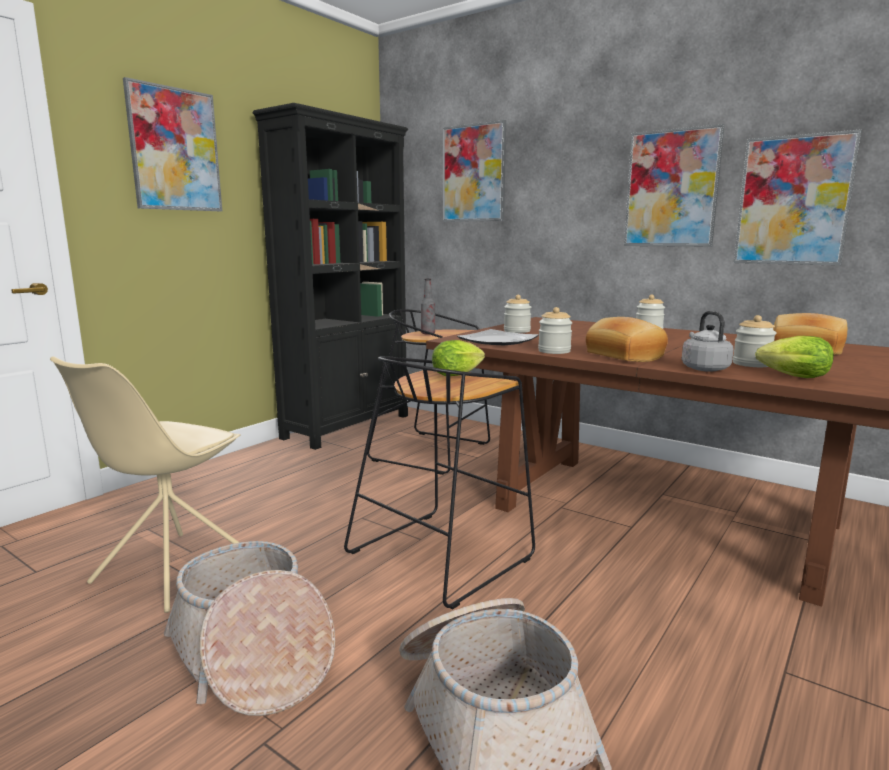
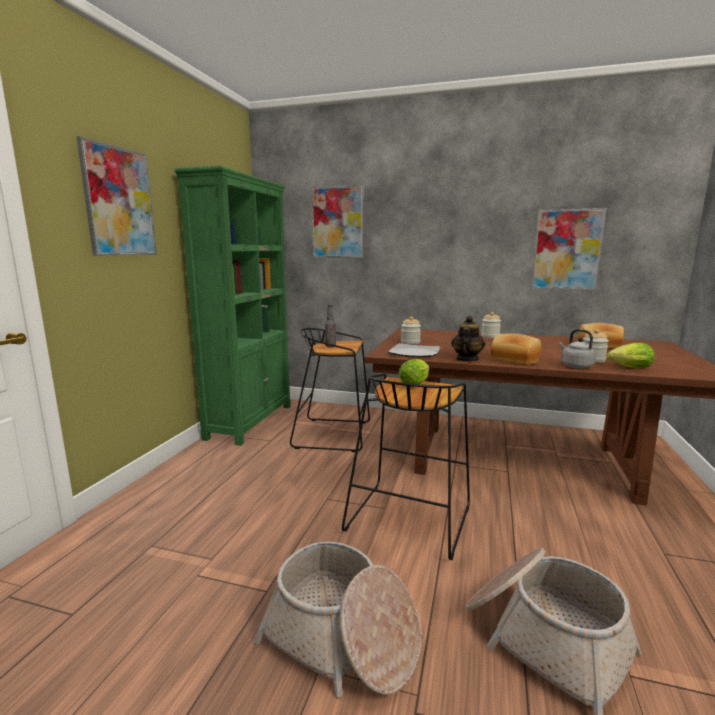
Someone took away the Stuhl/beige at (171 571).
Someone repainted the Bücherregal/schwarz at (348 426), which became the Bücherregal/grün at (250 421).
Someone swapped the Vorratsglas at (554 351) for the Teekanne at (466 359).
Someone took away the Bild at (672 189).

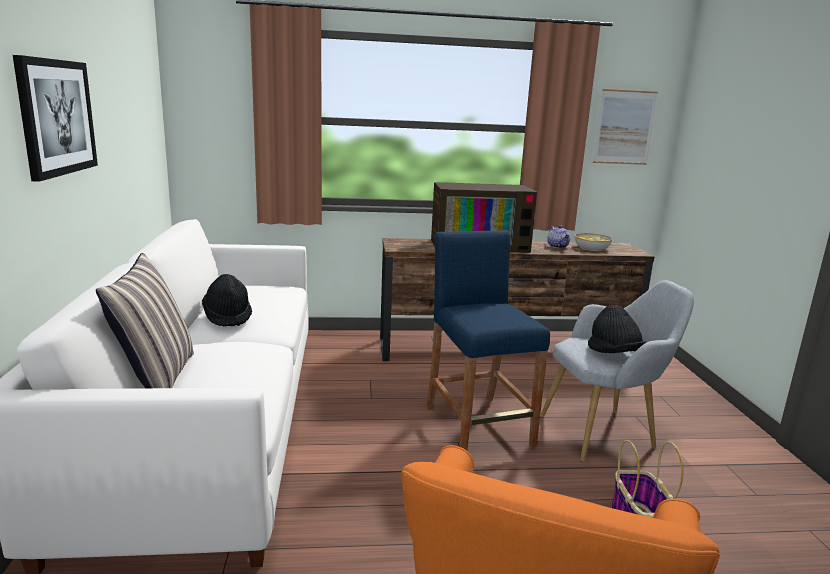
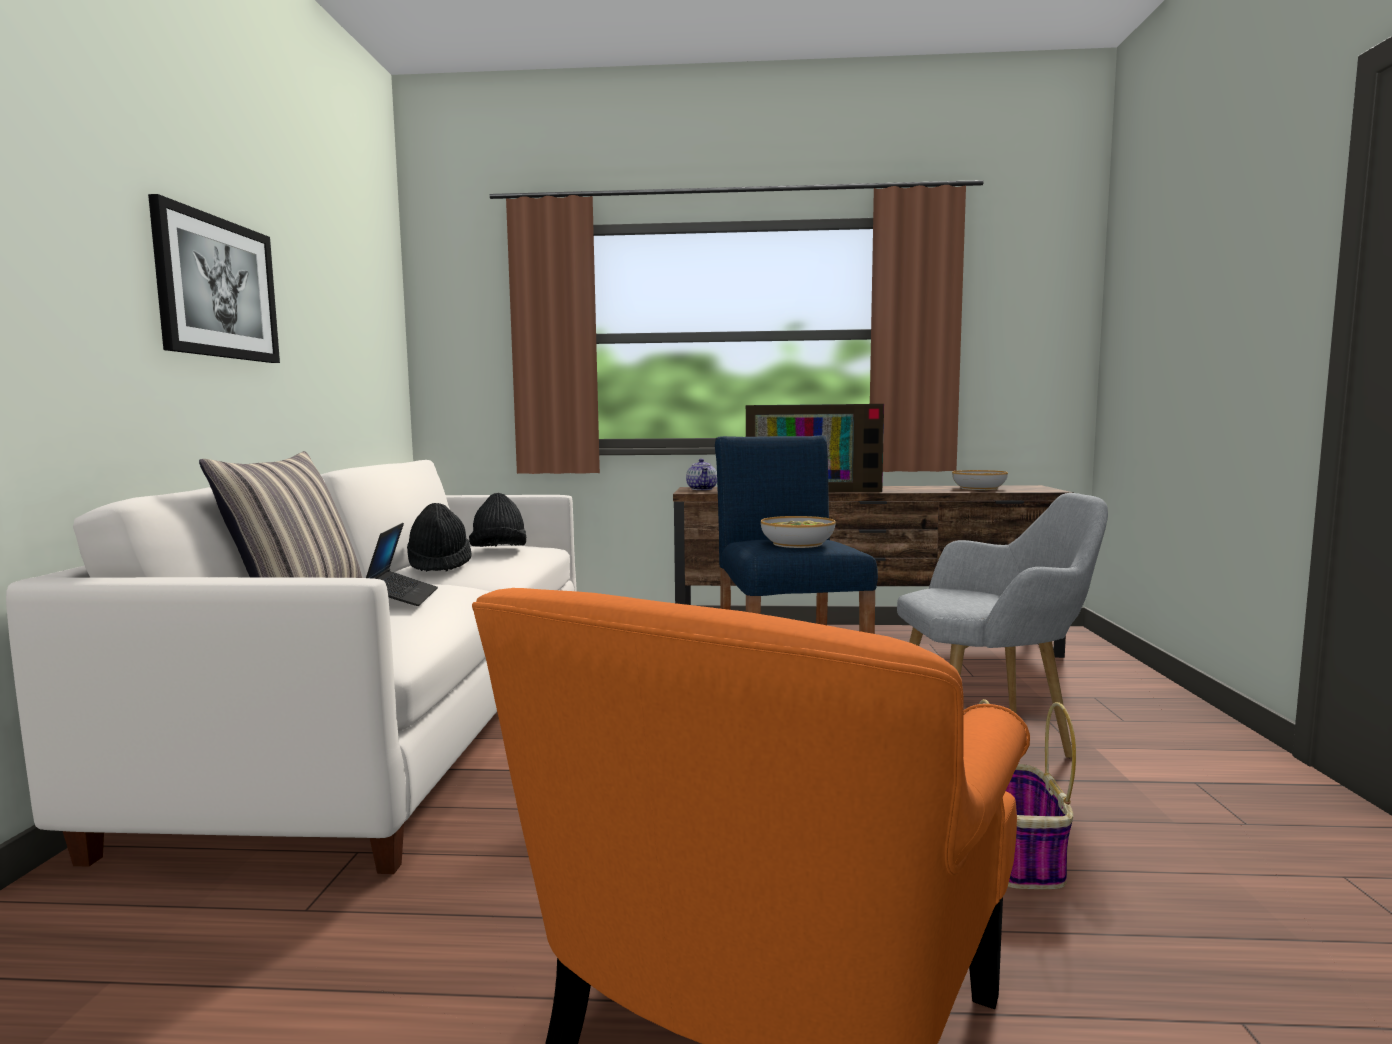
Someone carried the Teekanne from (558 246) to (702 489).
Someone carried the Hut/schwarz from (614 354) to (499 551).
Someone took away the Bild at (624 127).
Someone put down the Laptop at (402 597).
Someone put down the Schüssel at (797 544).

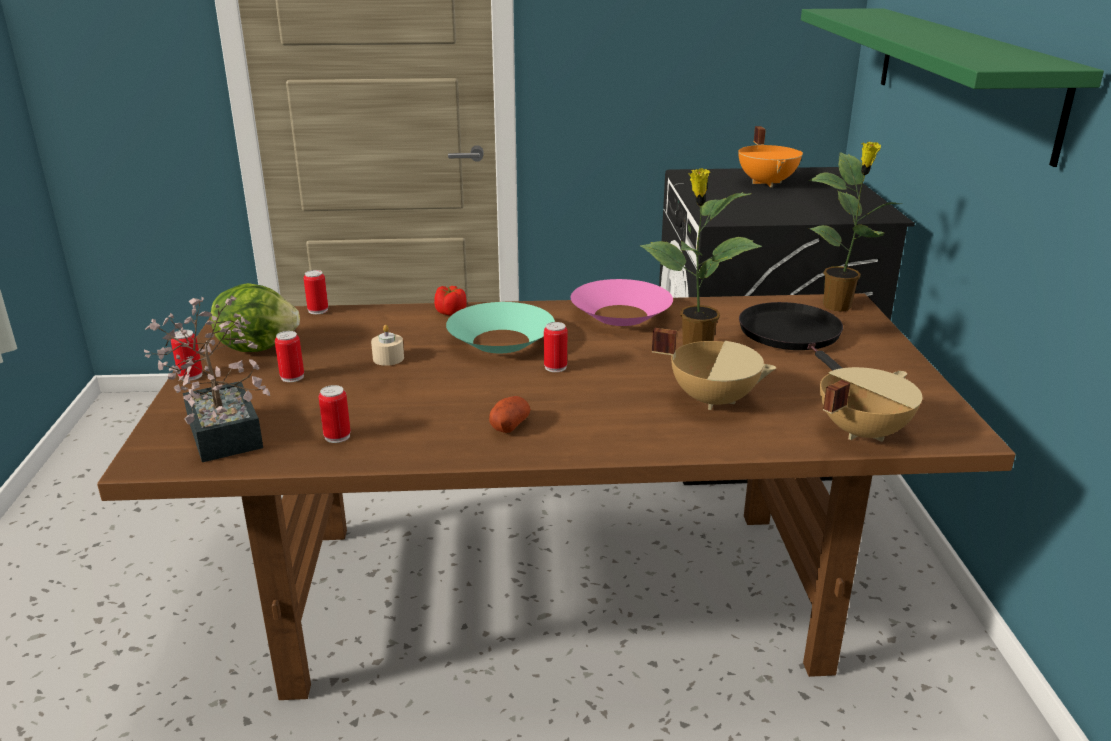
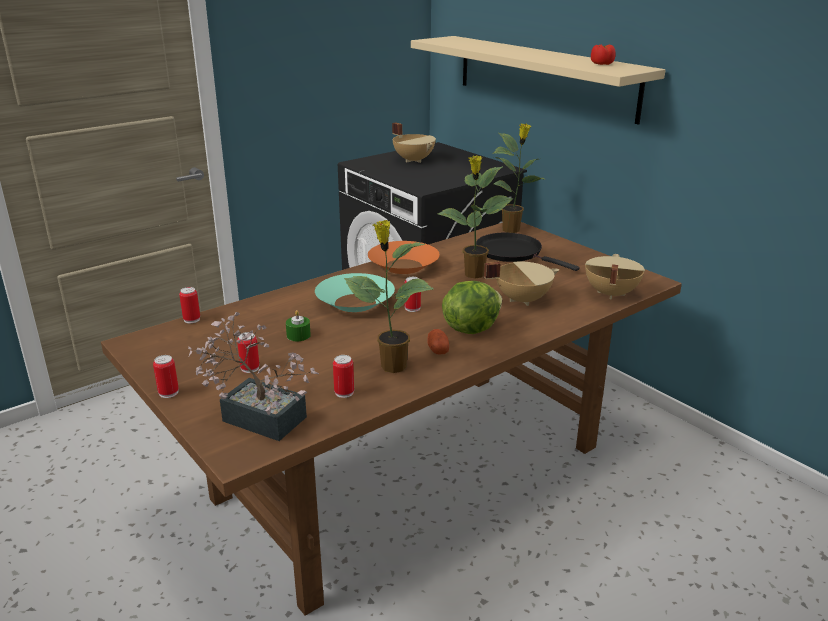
Someone carried the Salatkopf from (258 346) to (470 328).
Someone repainted the Kerze/beige at (388 358), which became the Kerze/grün at (298 335).
Someone carried the Tomate from (450 312) to (602 64).
Someone repainted the Schüssel/rosa at (620 315), which became the Schüssel/orange at (403 266).
Someone repainted the Kochtopf/orange at (767 183), which became the Kochtopf/beige at (414 160).
Someone repainted the Wandregal/grün at (961 76), which became the Wandregal/beige at (544 76).
Someone put down the Topfpflanze at (391 366).

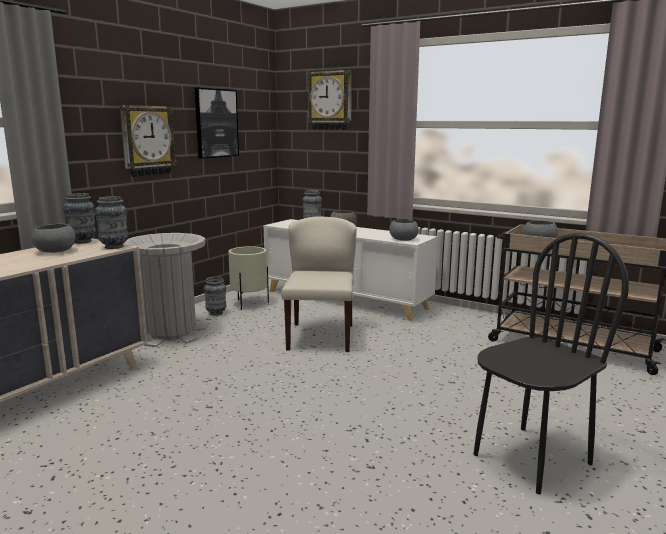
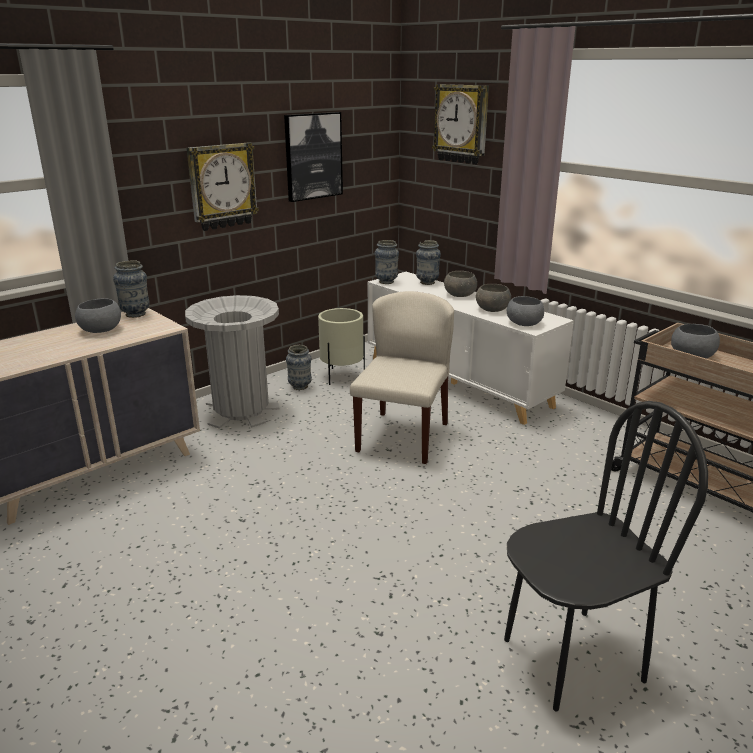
Someone carried the Vase from (114 247) to (386 282).
Someone put down the Schüssel/grau at (492 309).

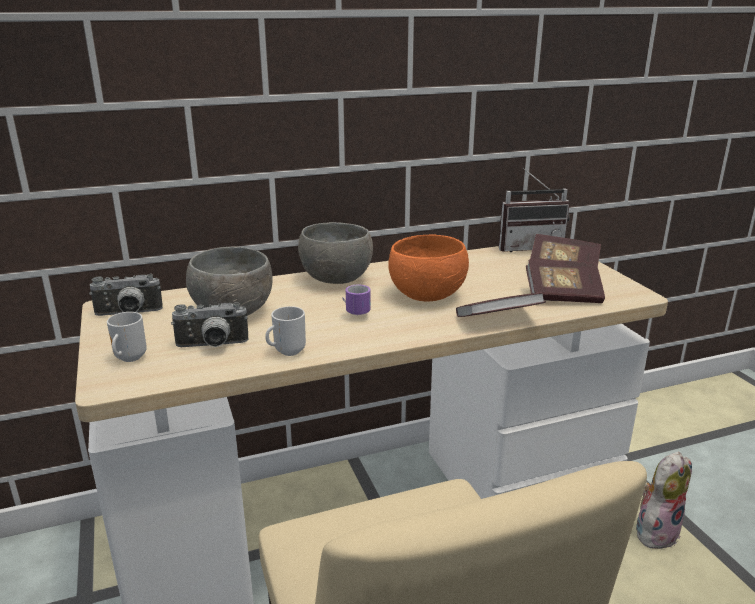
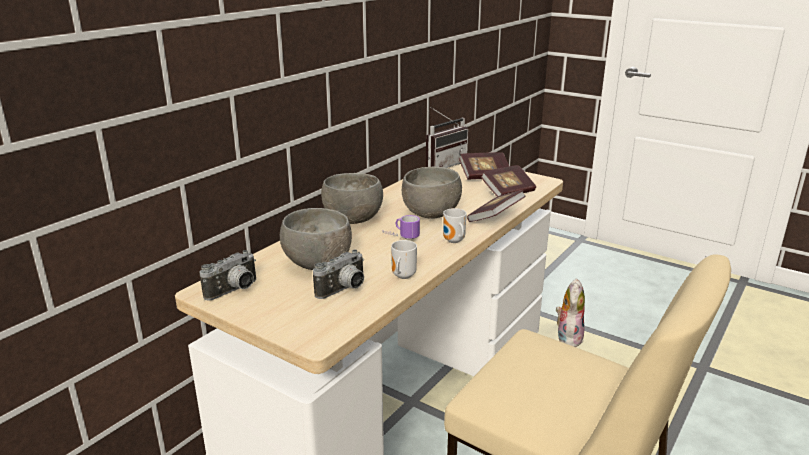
Someone carried the Henkelbecher from (128 359) to (453 241).
Someone repainted the Schüssel/orange at (427 295), which became the Schüssel/grau at (430 214).

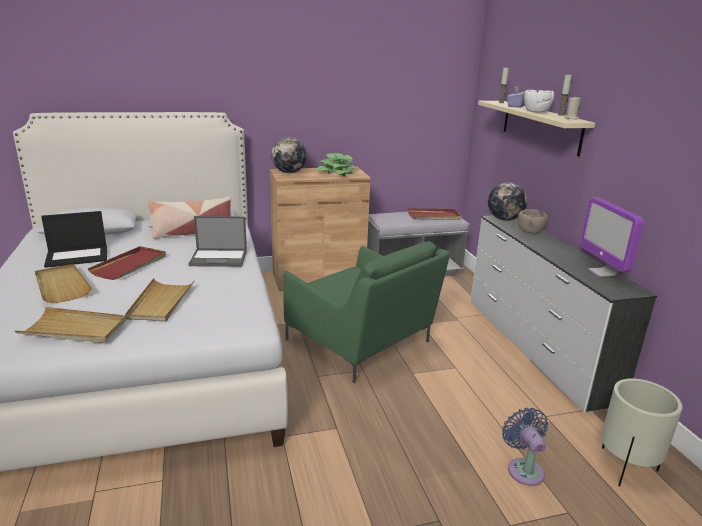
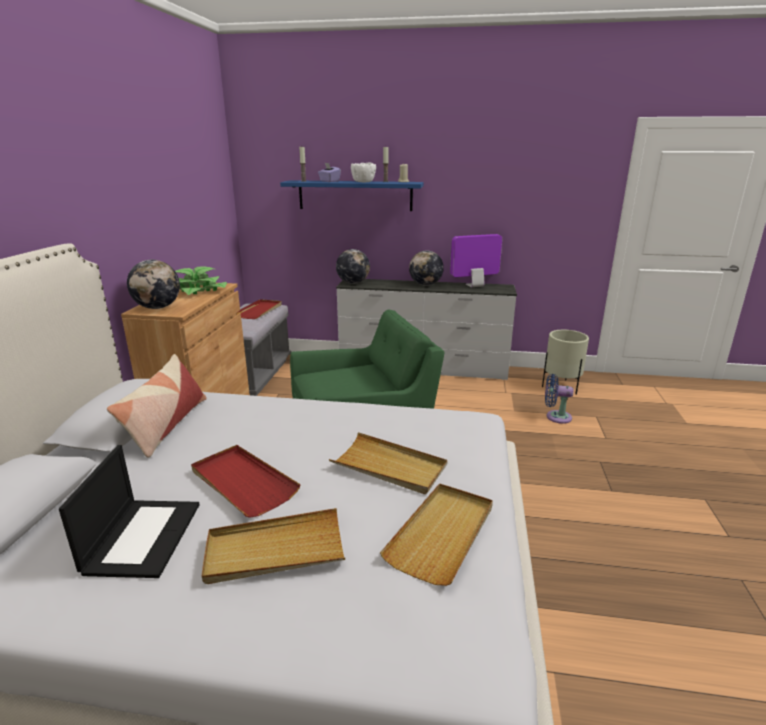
Someone took away the Laptop at (219 258).
Someone repainted the Wandregal/beige at (540 126), which became the Wandregal/blau at (355 195).
Someone took away the Schüssel/braun at (530 231).
Someone rotated the Monitor at (602 272) by 150 degrees clockwise.
Someone put down the Globus at (425 285).

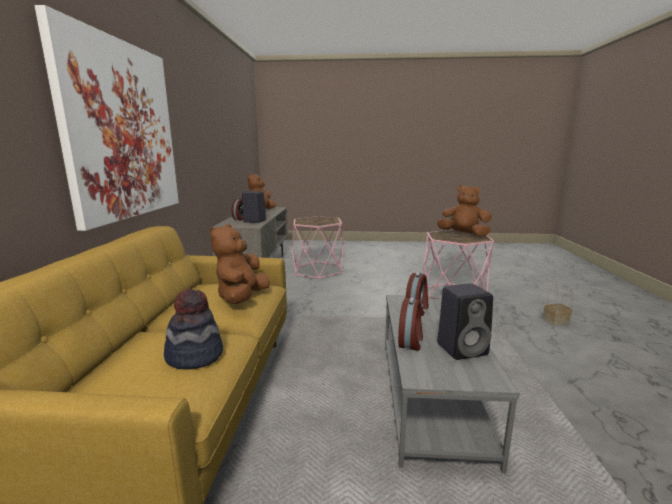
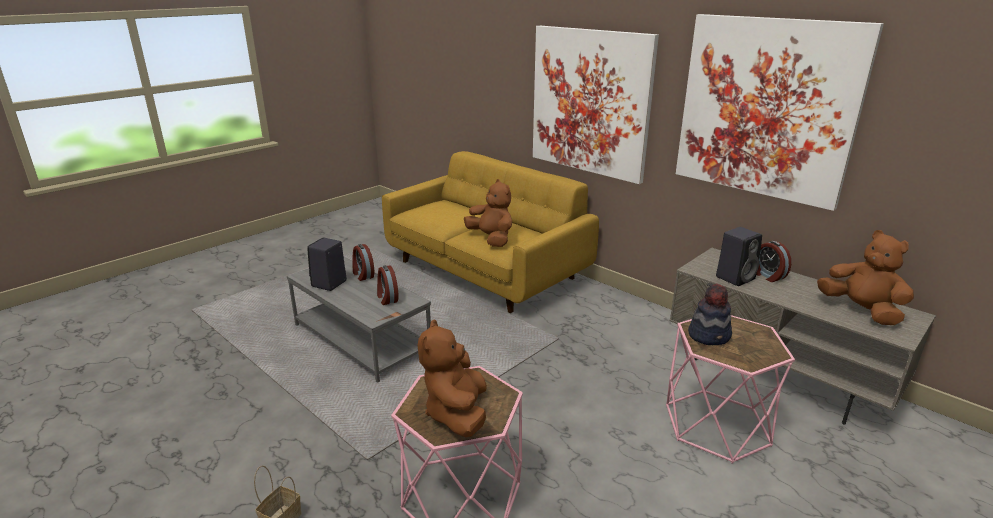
Someone carried the Hut from (194 356) to (709 335).
Someone rotated the Plüschtier/braun at (463 234) by 120 degrees clockwise.
Someone put up the Bild at (766 108).

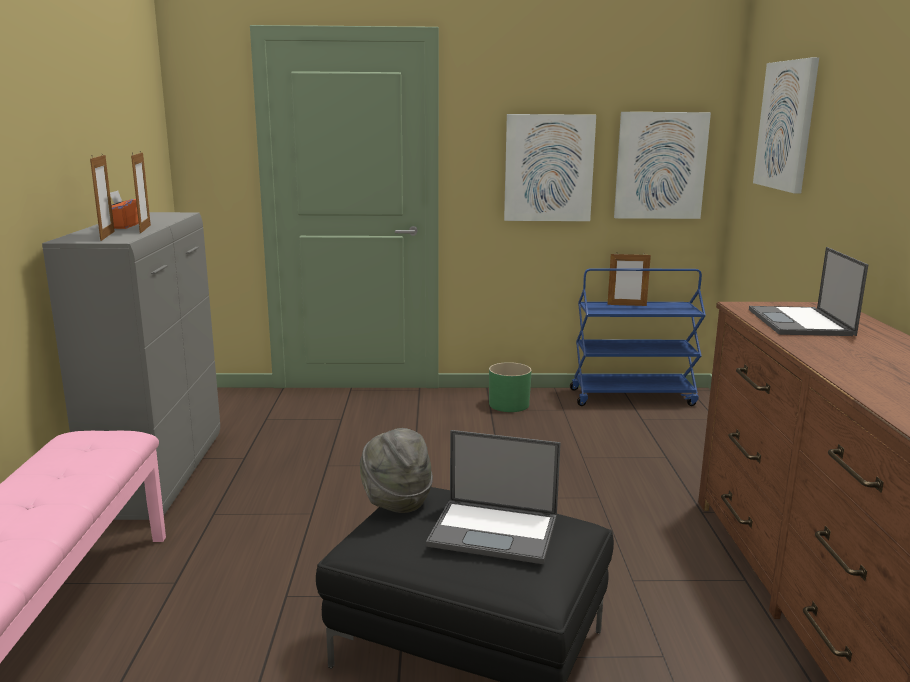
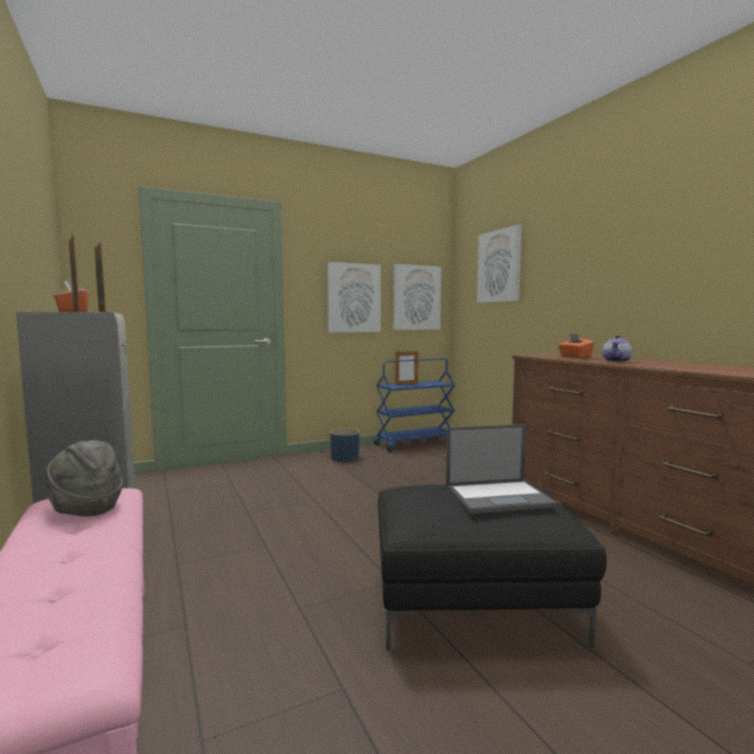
Someone carried the Hut/grau from (395 500) to (85 509).
Someone repainted the Pflanzkübel/grün at (509 404), which became the Pflanzkübel/blau at (344 457).
Someone swapped the Laptop at (801 323) for the Taschentuchbox/orange at (574 357).
Someone put down the Teekanne at (616 361).

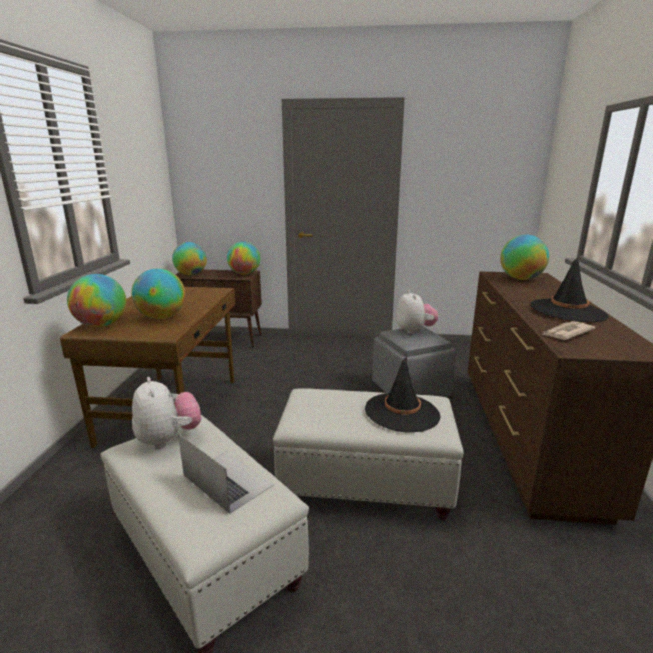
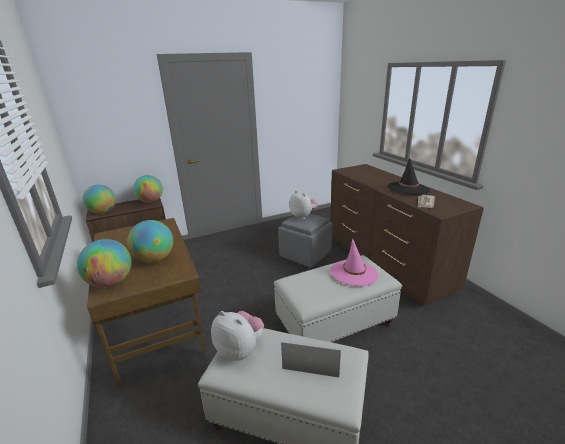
Someone repainted the Hut/schwarz at (402 412), which became the Hut/rosa at (354 273).
Someone took away the Globus at (520 279).

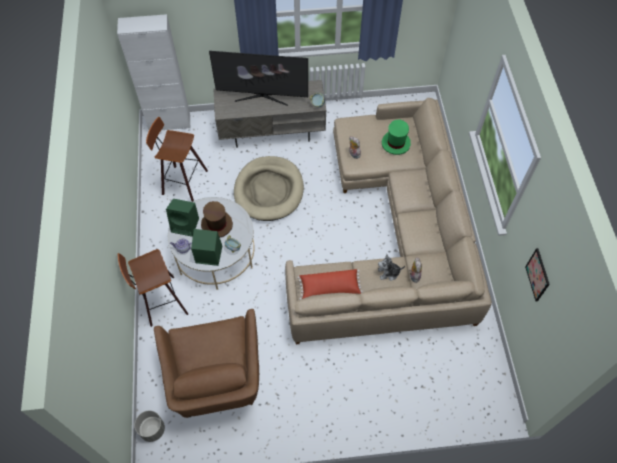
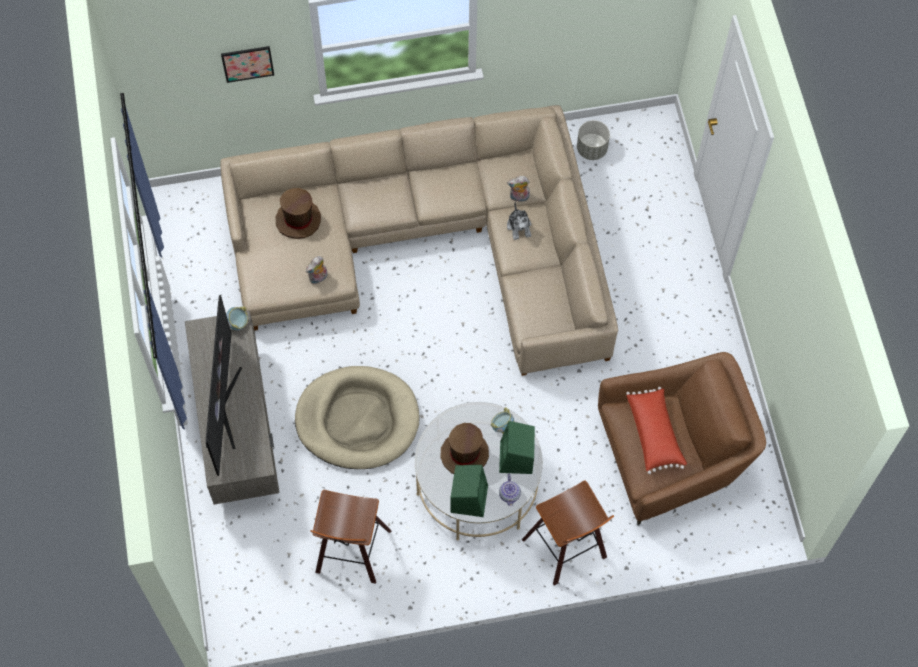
Someone took away the Schrank/weiß at (169 122).
Someone carried the Pflanzkübel/grau from (152 430) to (592 149).
Someone carried the Kissen/rot from (329 288) to (654 433).
Someone repainted the Hut/grün at (395 143), which became the Hut/braun at (298 220).
Someone carried the Bild from (537 275) to (247 63).

